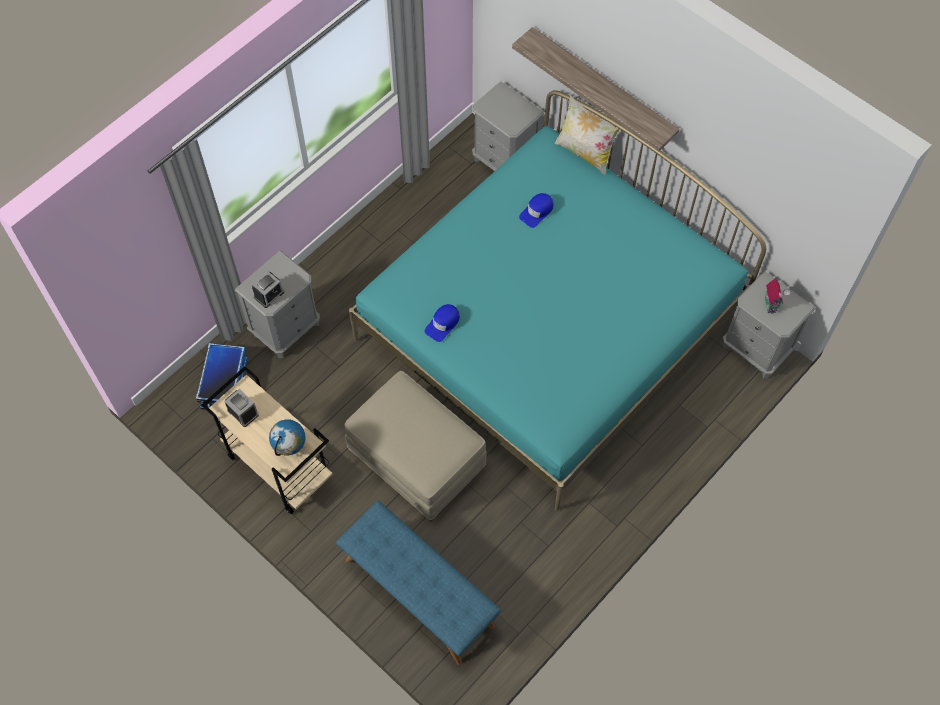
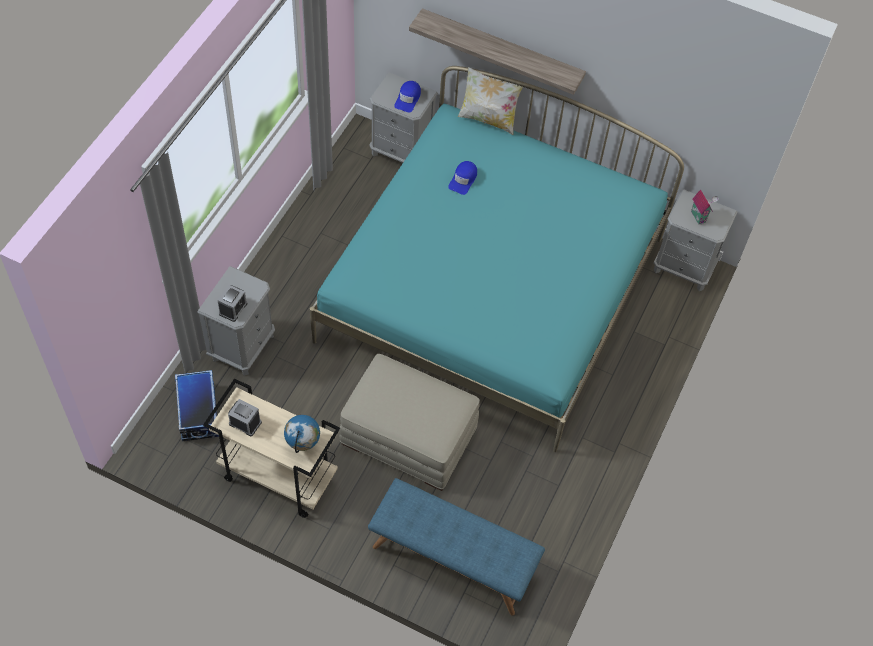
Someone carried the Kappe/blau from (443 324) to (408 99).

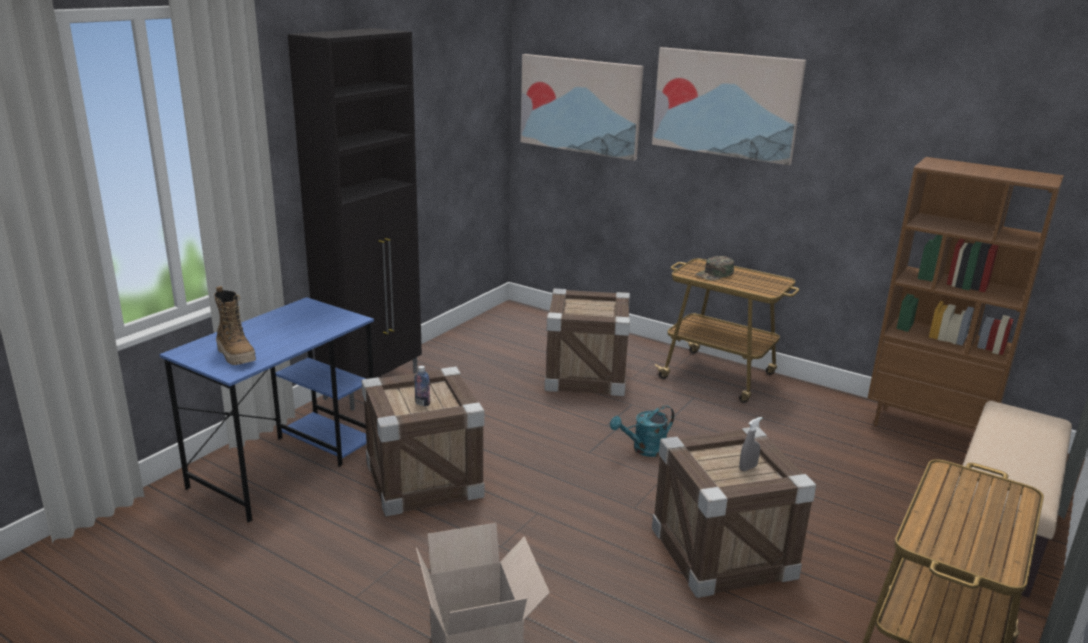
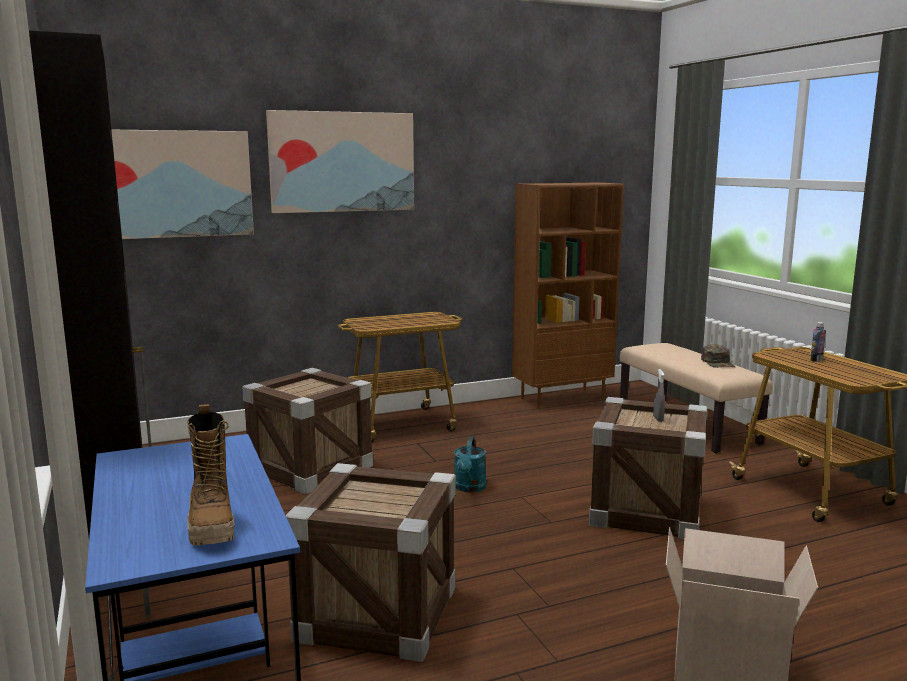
Someone rotated the Stiefel at (236 355) by 75 degrees clockwise.
Someone carried the Flasche from (422 403) to (816 360).
Someone carried the Kappe/grün from (714 274) to (718 363).

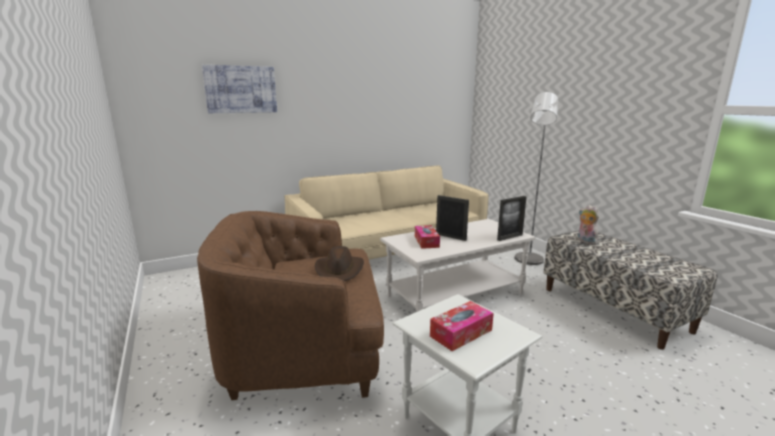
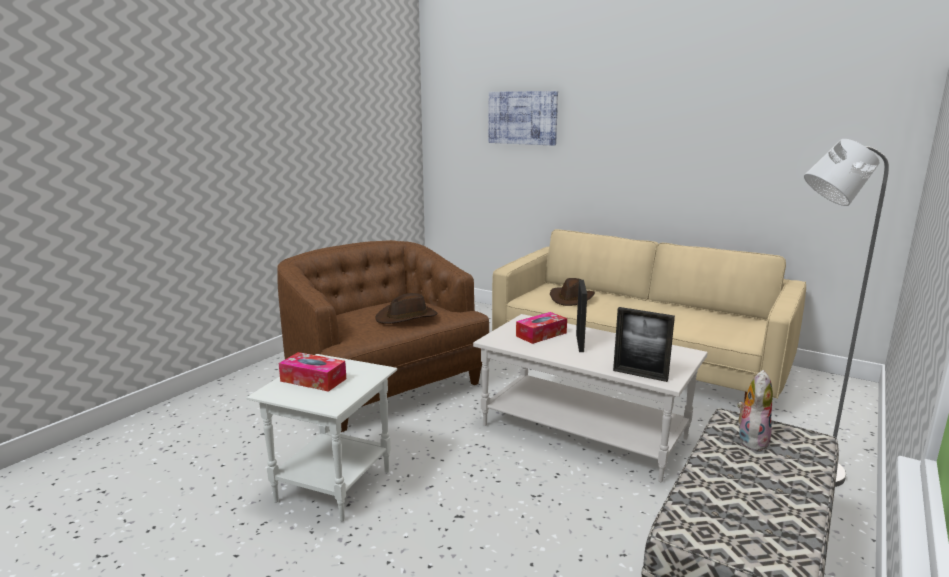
Someone put down the Hut/braun at (571 298).

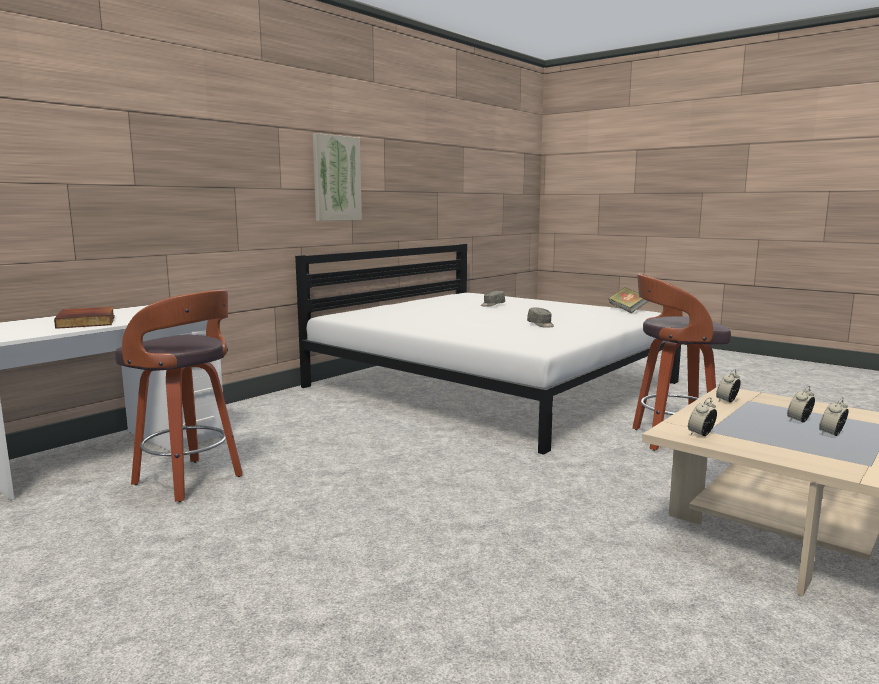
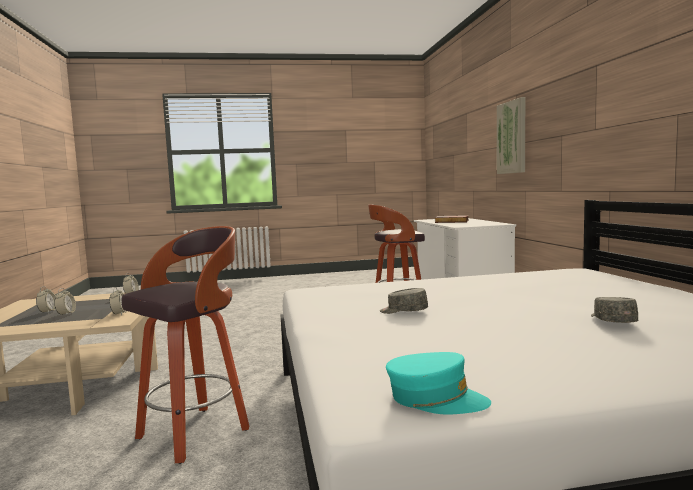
Someone carried the Bild from (336 178) to (512 137).
Someone swapped the Buch at (627 310) for the Kappe/türkis at (435 399).

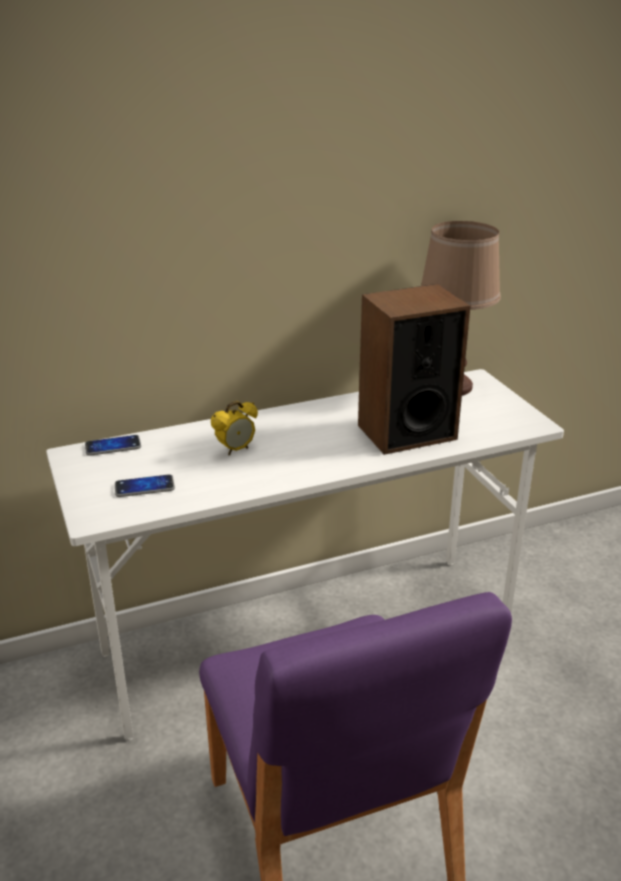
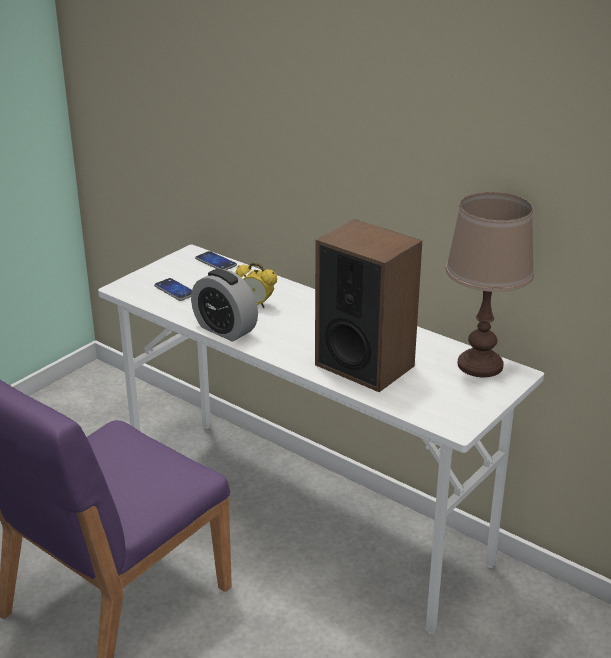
Someone put down the Wecker at (225 330).

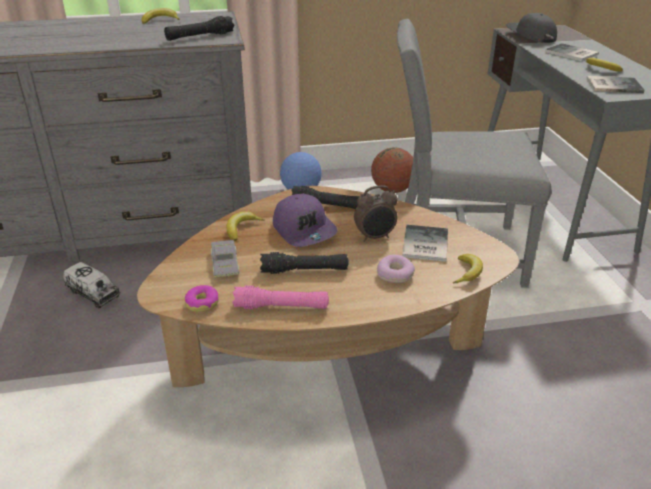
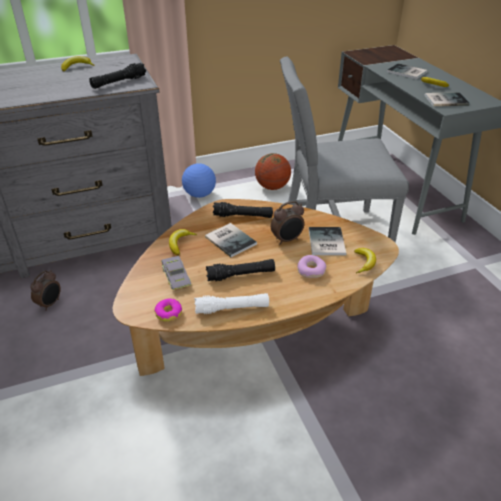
Someone swapped the Spielzeuglaster at (93 293) for the Wecker at (50 303).
Someone repainted the Taschenlampe/rosa at (281 307), which became the Taschenlampe/weiß at (232 308).
Someone swapped the Kappe/lila at (304 230) for the Buch at (231 239).
Someone took away the Kappe/grau at (530 36).

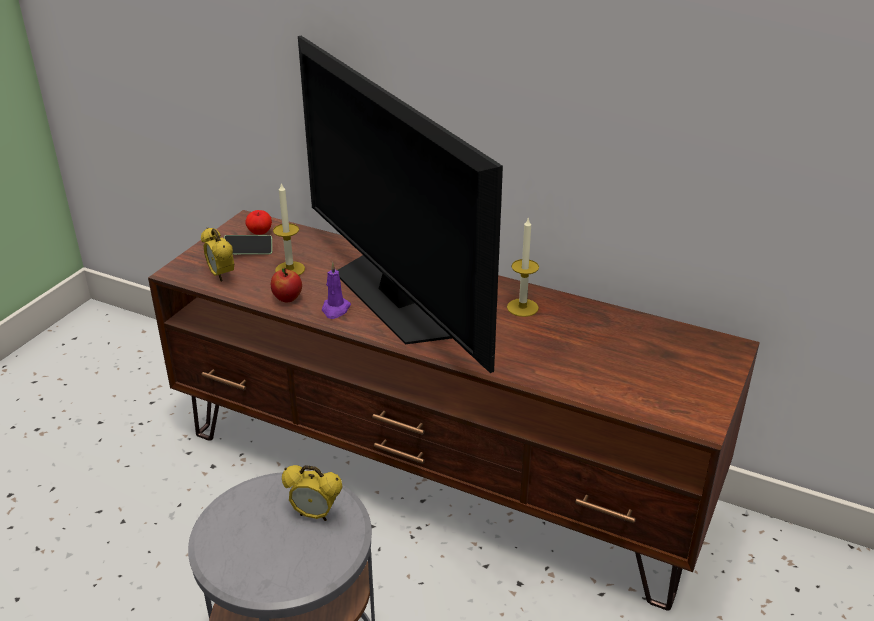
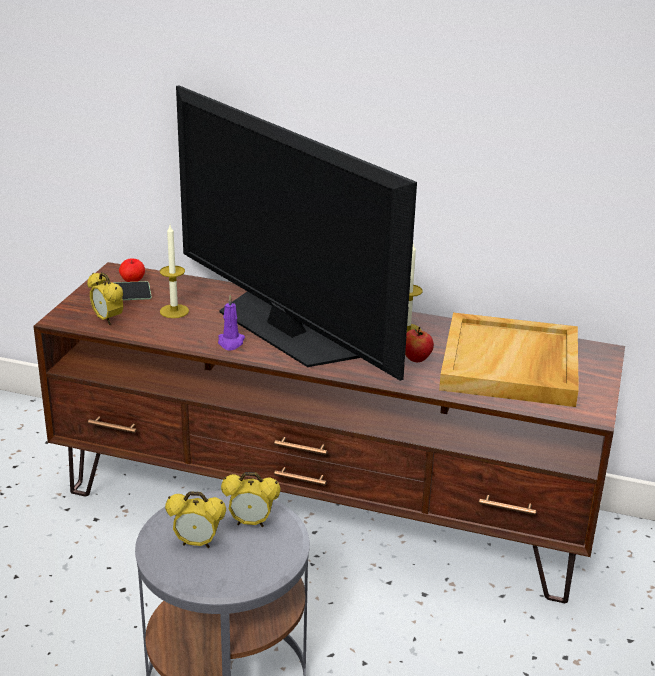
Someone carried the Apfel from (287 298) to (416 359).
Someone put down the Wecker at (197 543).
Someone put down the Tablett/beige at (511 365).

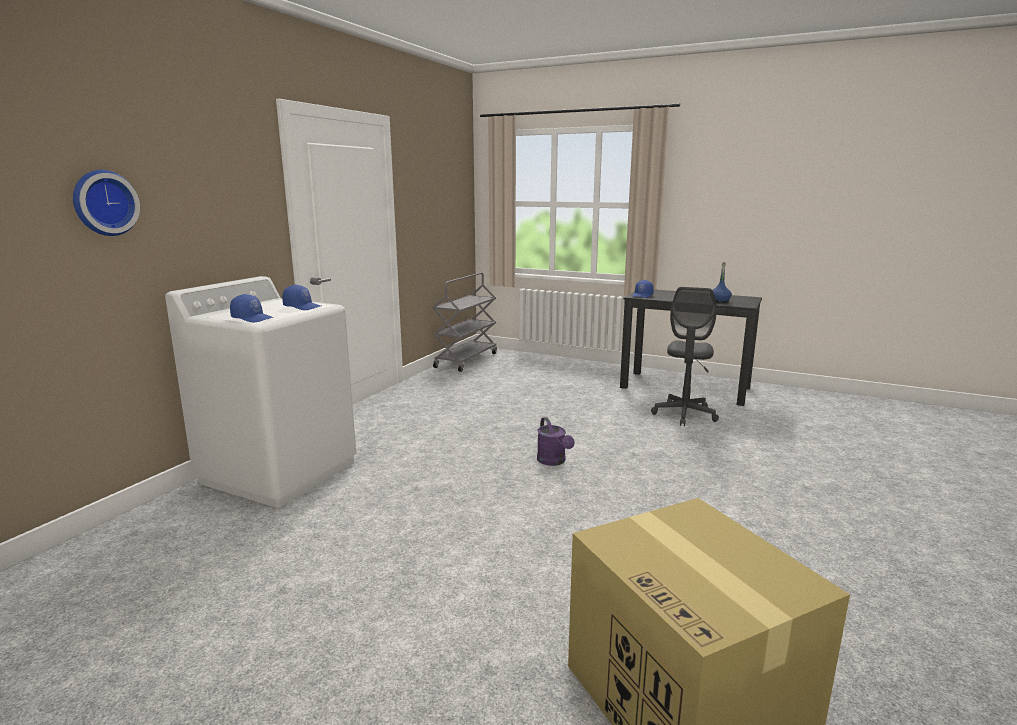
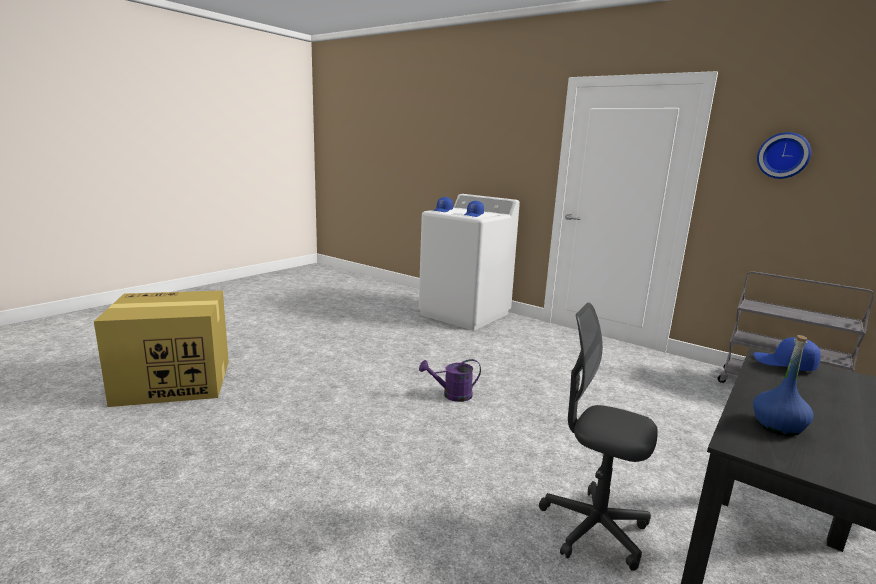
Someone carried the Wanduhr from (104 203) to (783 155).

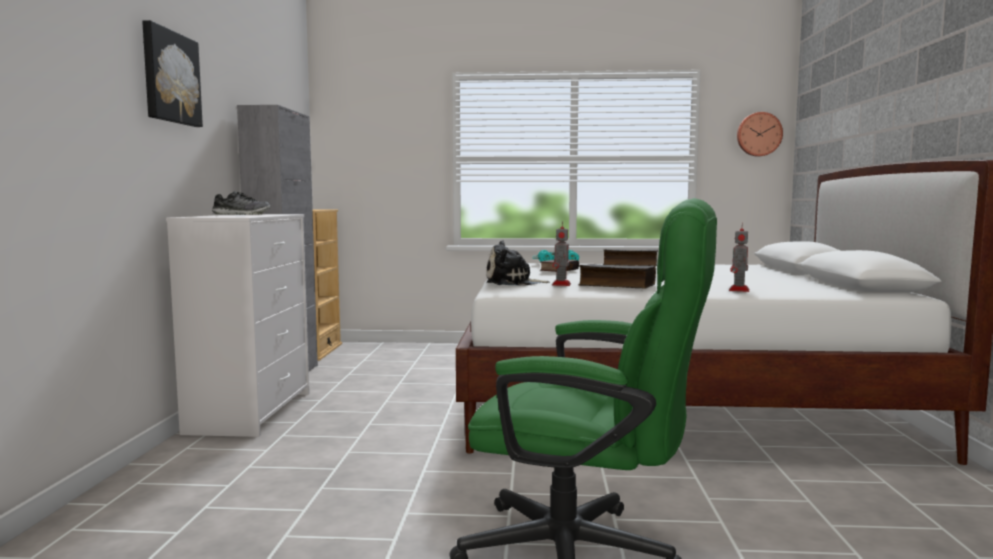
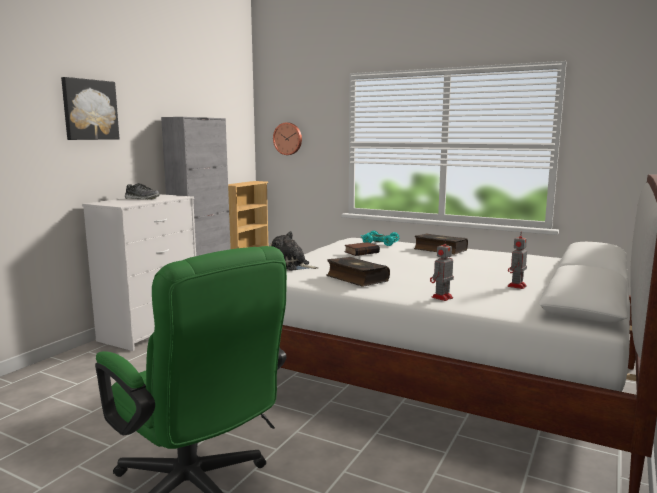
Someone carried the Spielzeugroboter from (561 284) to (516 286).
Someone carried the Wanduhr from (758 134) to (288 138).

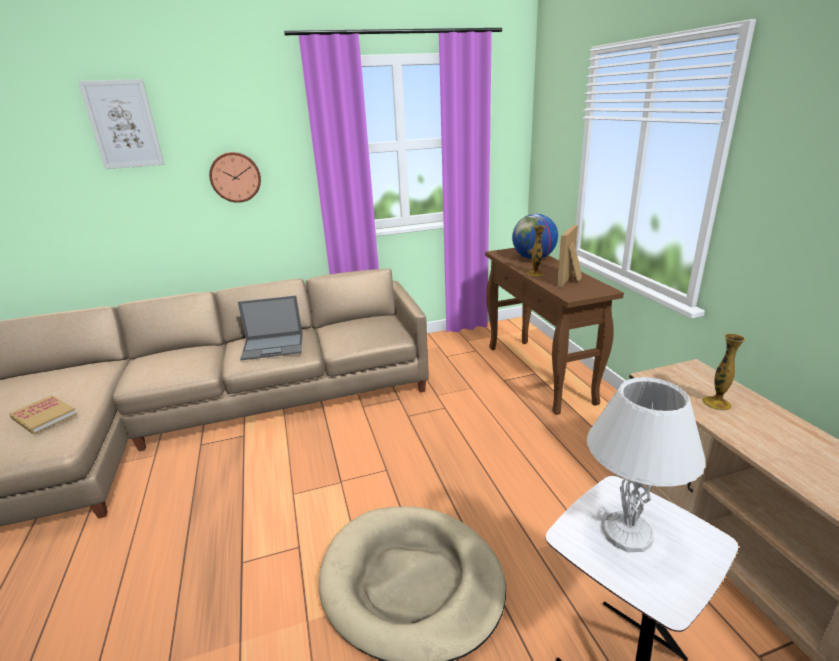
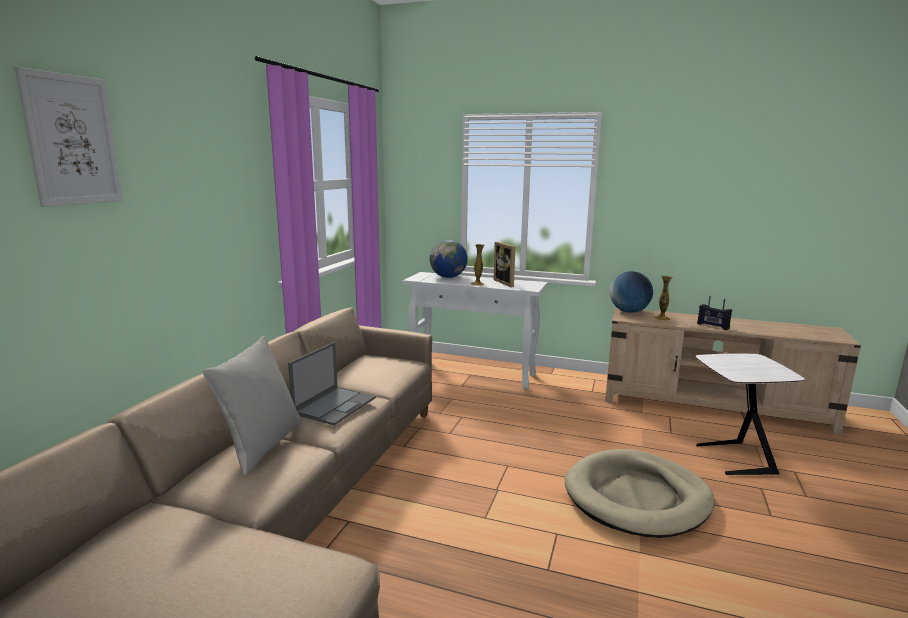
Someone took away the Buch at (44 416).
Someone took away the Wanduhr at (235 177).
Someone repainted the Konsolentisch/braun at (539 374), which became the Konsolentisch/weiß at (474 373).
Someone took away the Tischlampe/weiß at (628 534).
Someone put down the Kissen/grau at (261 446).
Someone put down the Globus at (629 311).
Someone put down the Radio at (712 326).

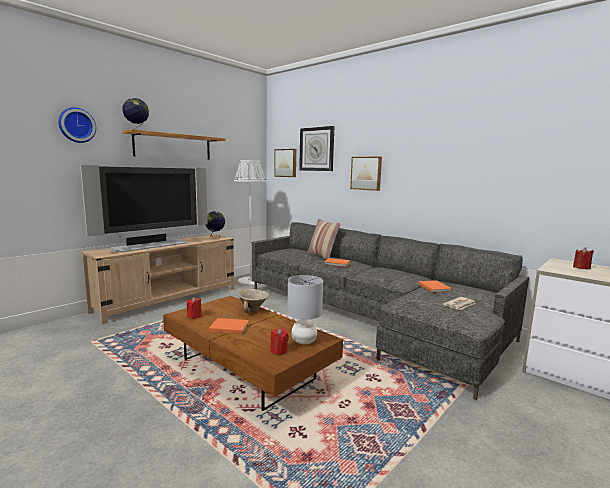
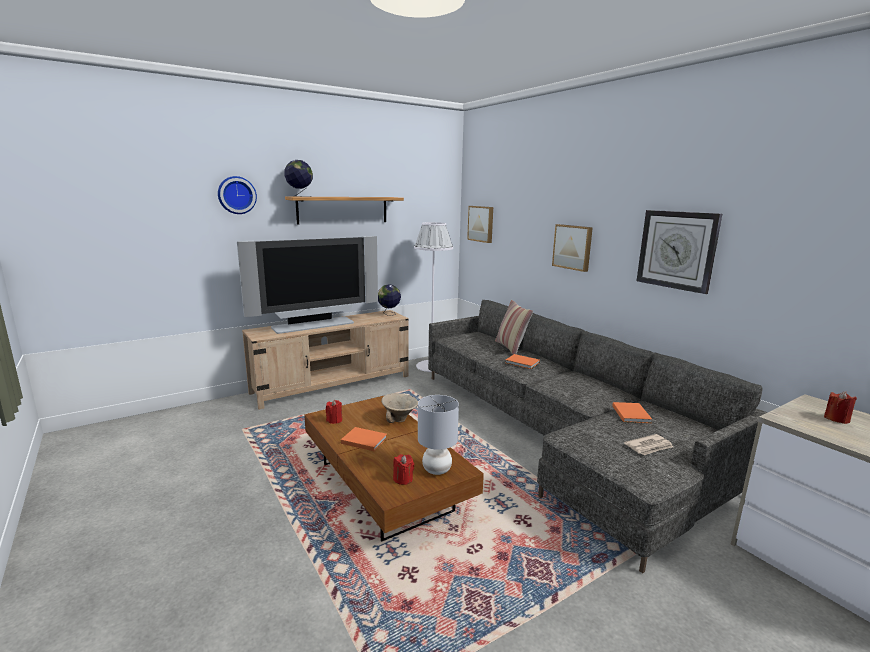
Someone carried the Wanduhr from (316 149) to (677 250).

